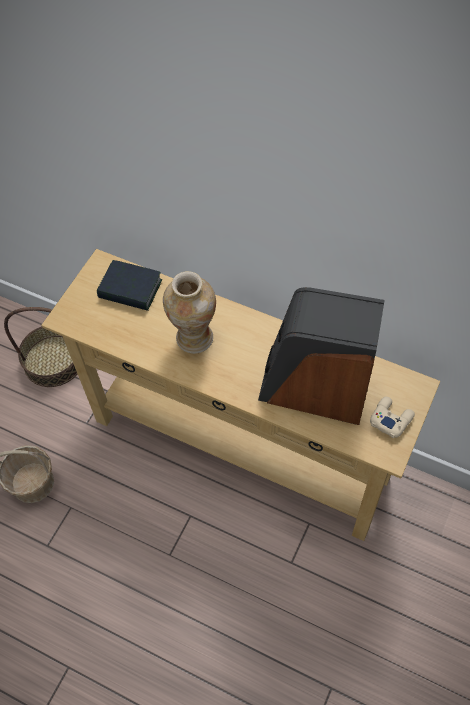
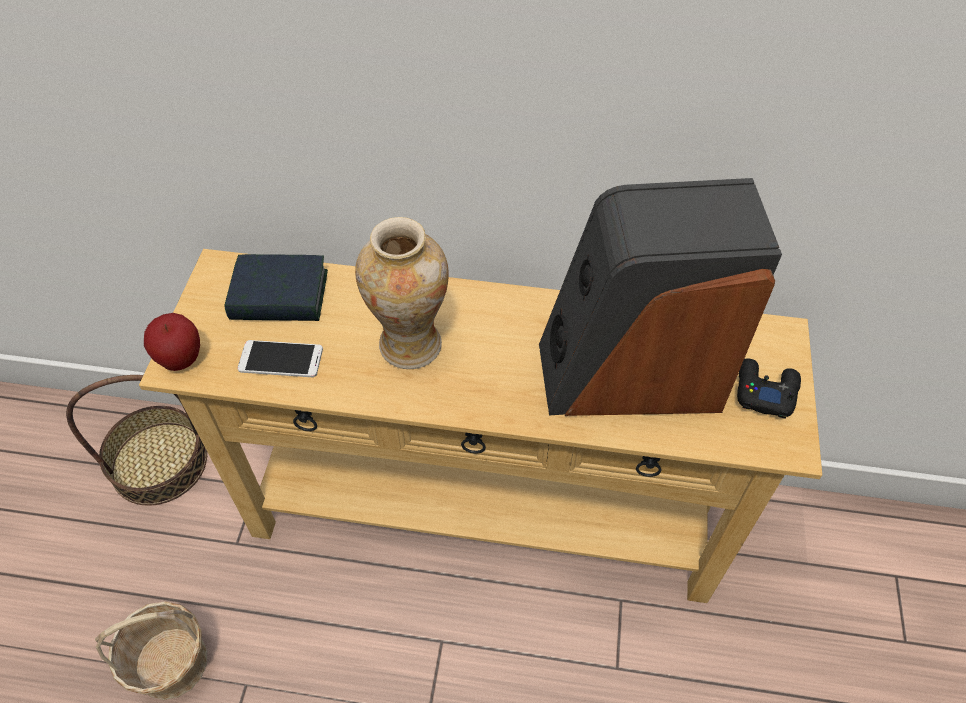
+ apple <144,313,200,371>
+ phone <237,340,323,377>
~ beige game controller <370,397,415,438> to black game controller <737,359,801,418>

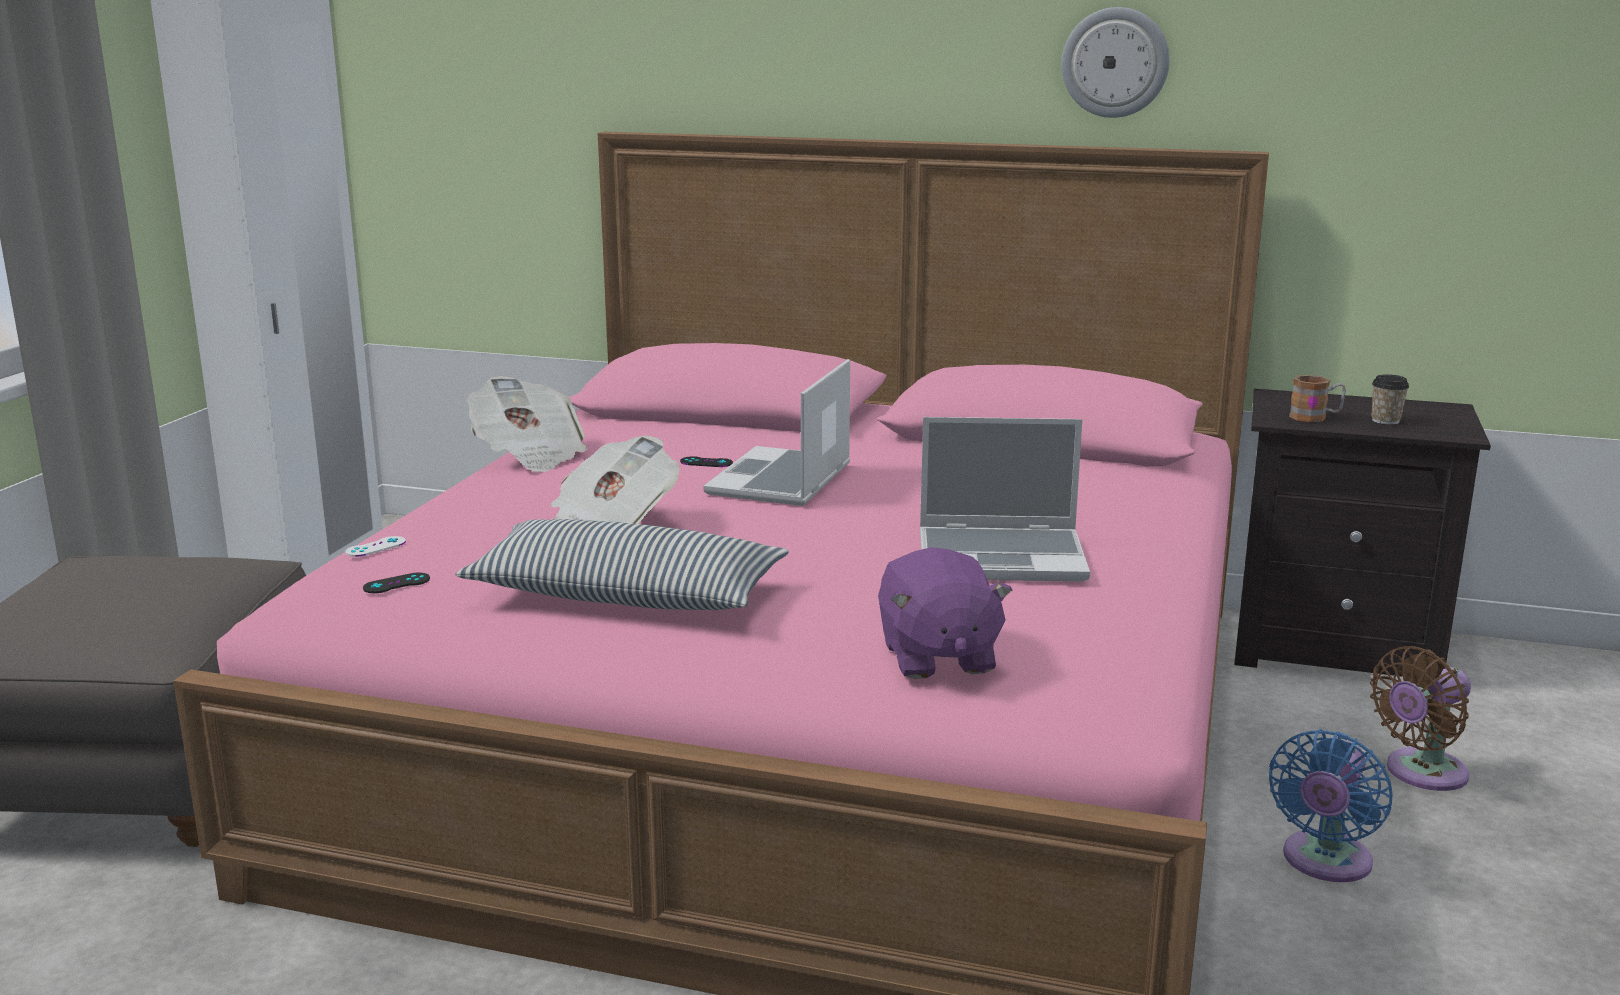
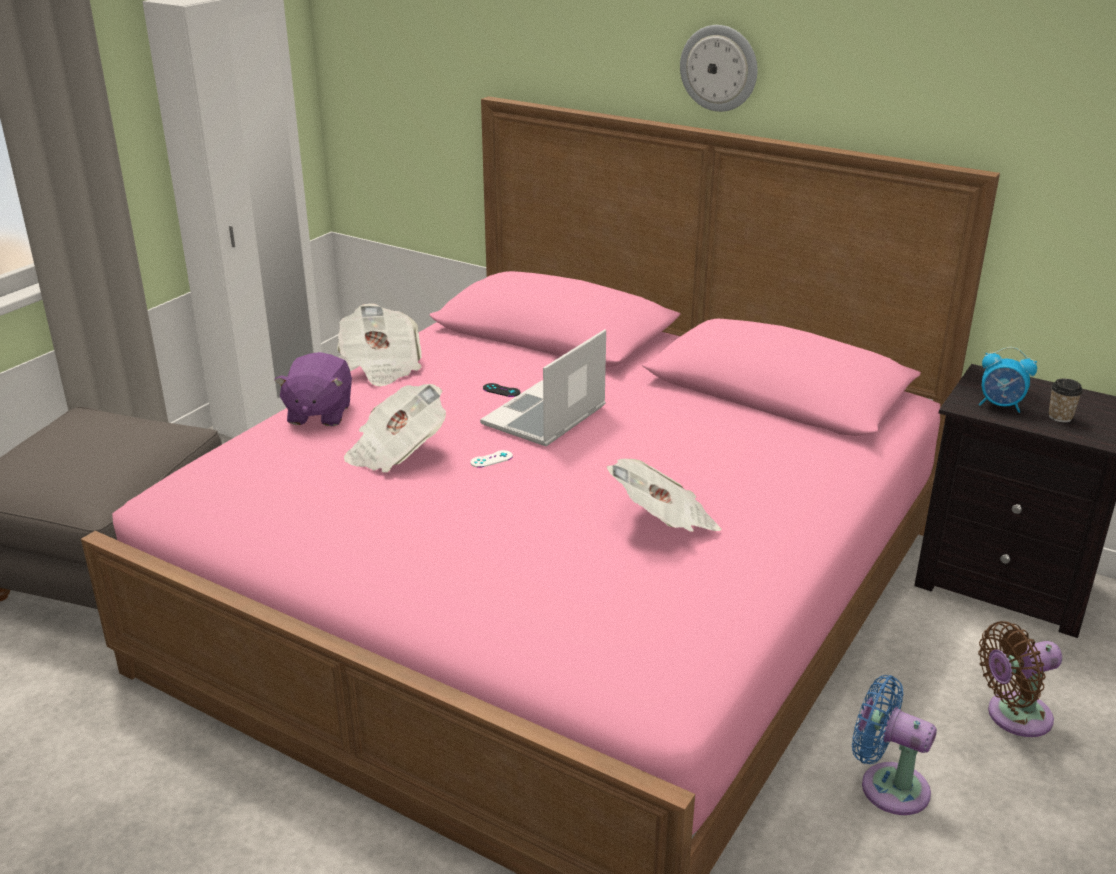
~ purple plush toy <878,547,1012,679> to <275,352,352,426>
~ white game controller <345,536,406,557> to <470,450,513,468>
~ laptop <920,417,1090,582> to newspaper <607,459,722,532>
~ wall clock <1061,7,1170,118> to <680,25,758,112>
~ blue fan <1269,729,1393,882> = <852,675,937,815> 75 degrees clockwise
~ mug <1289,375,1346,422> to alarm clock <979,347,1037,413>
- black game controller <363,573,430,593>
- pillow <456,519,789,610>

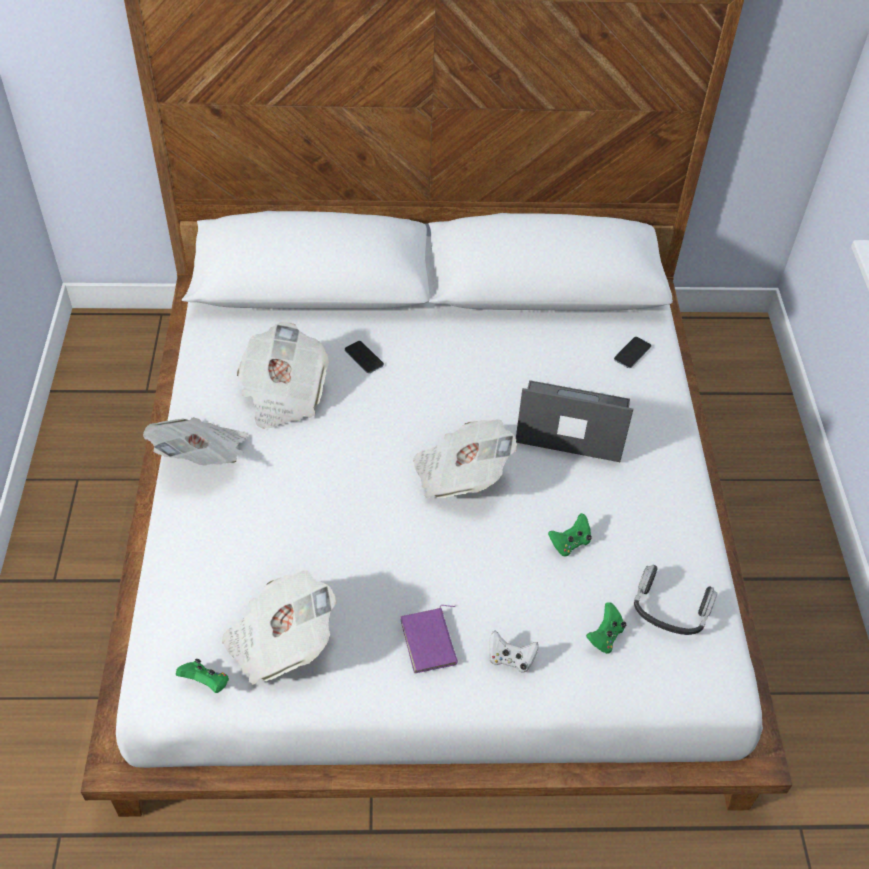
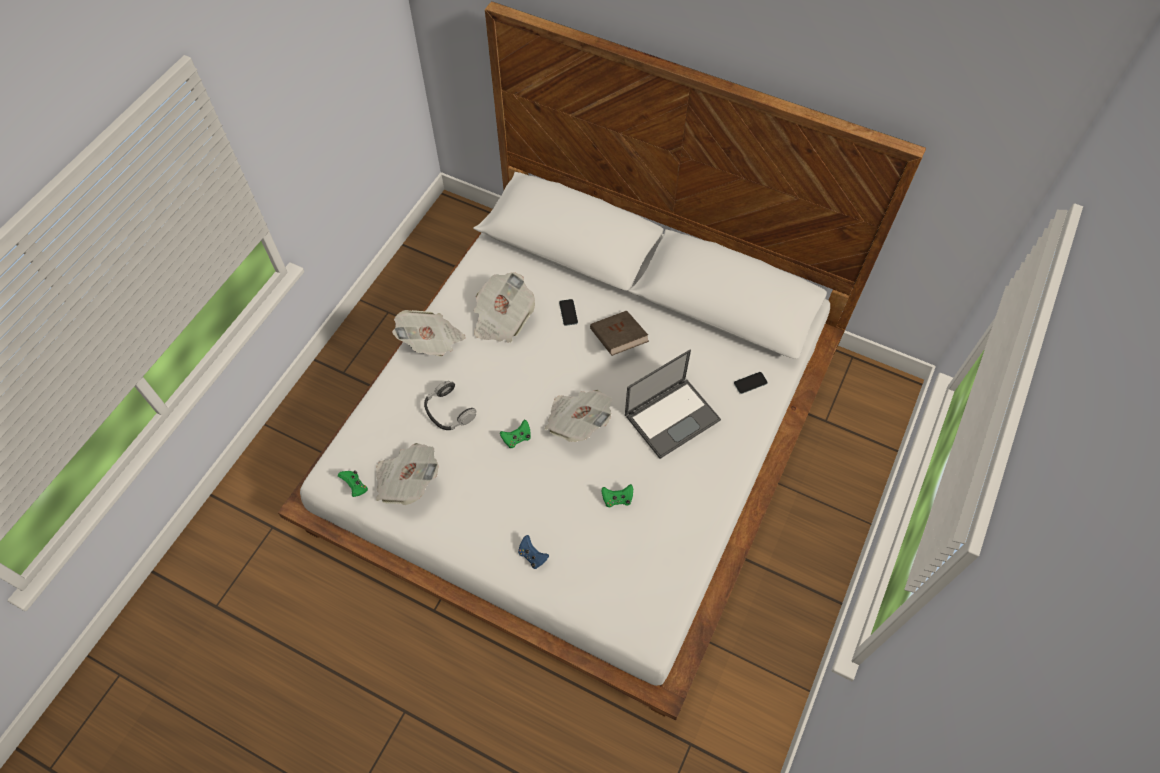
~ headphones <634,564,718,635> to <424,381,476,430>
~ green game controller <586,602,626,654> to <500,419,531,448>
~ white game controller <489,630,539,673> to blue game controller <518,535,549,569>
+ brown book <590,311,649,356>
~ laptop <516,380,633,462> = <625,350,721,459> 105 degrees clockwise
- purple book <400,605,458,673>

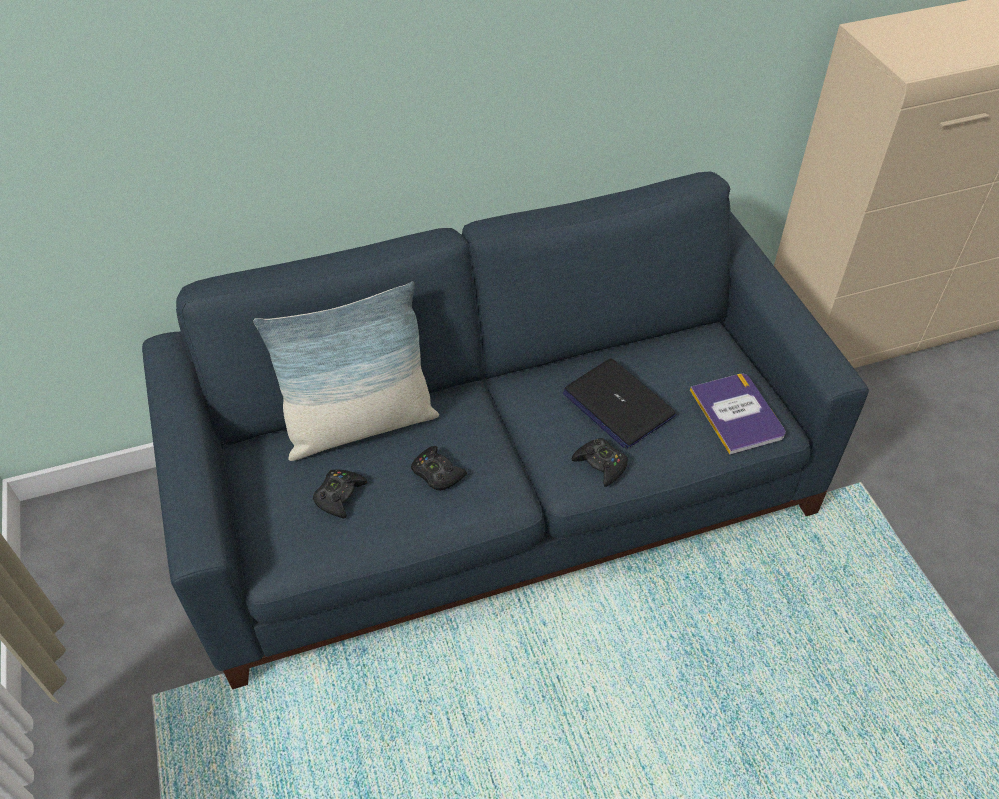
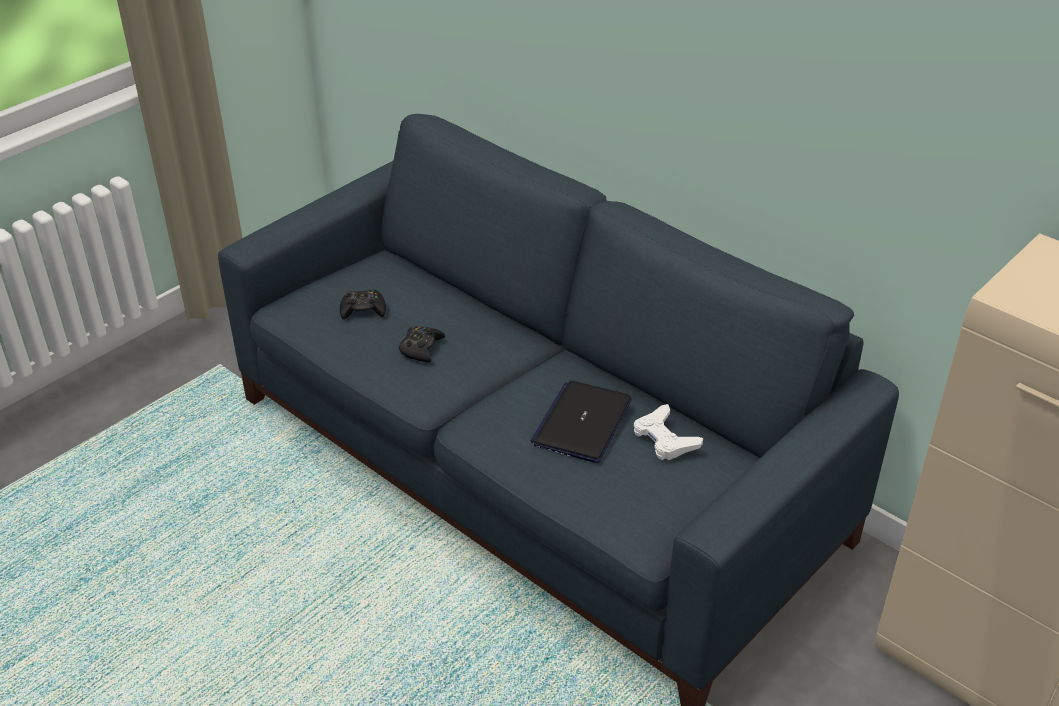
+ white game controller <634,404,703,460>
- pillow <254,282,439,461>
- black game controller <572,438,628,487>
- book <690,374,786,455>

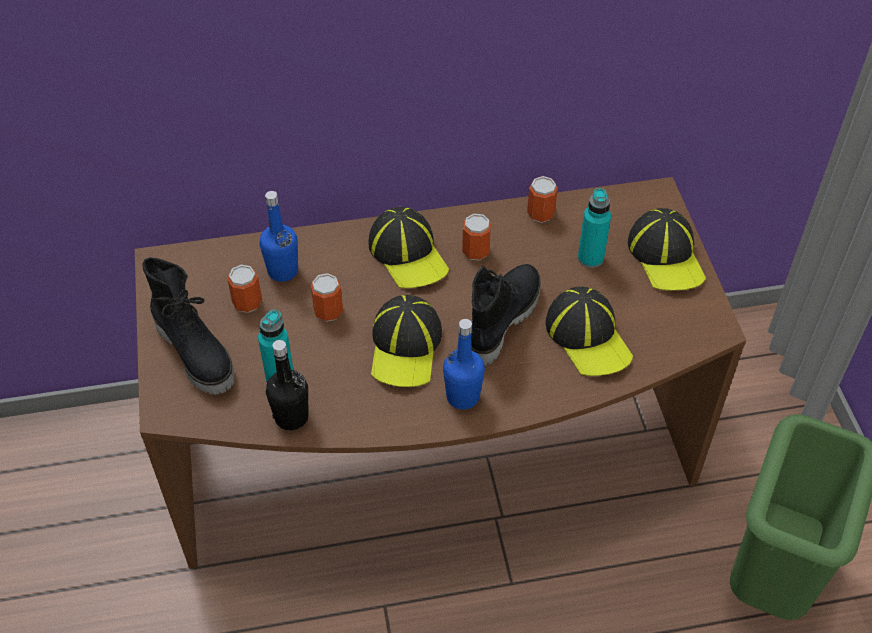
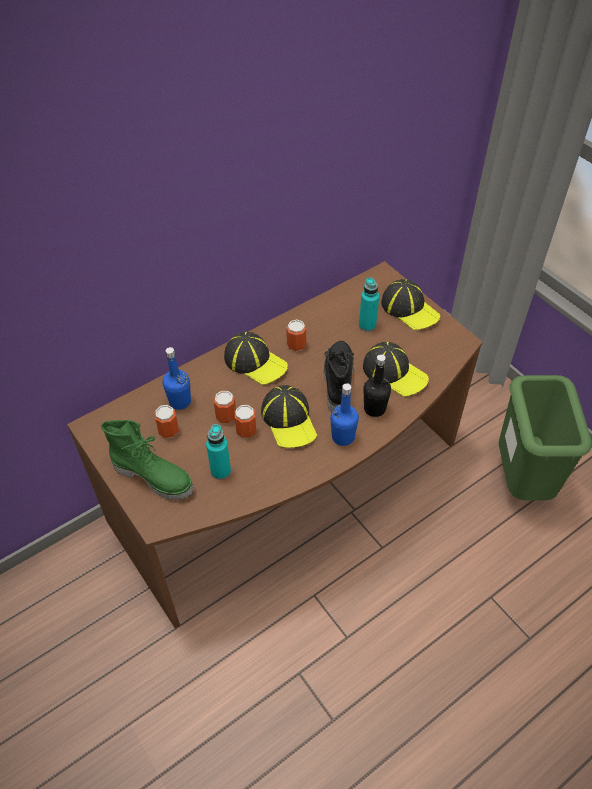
~ black boot <142,257,234,395> to green boot <101,420,194,500>
~ can <527,176,558,223> to <235,405,256,438>
~ black bottle <266,340,308,430> to <364,354,391,417>

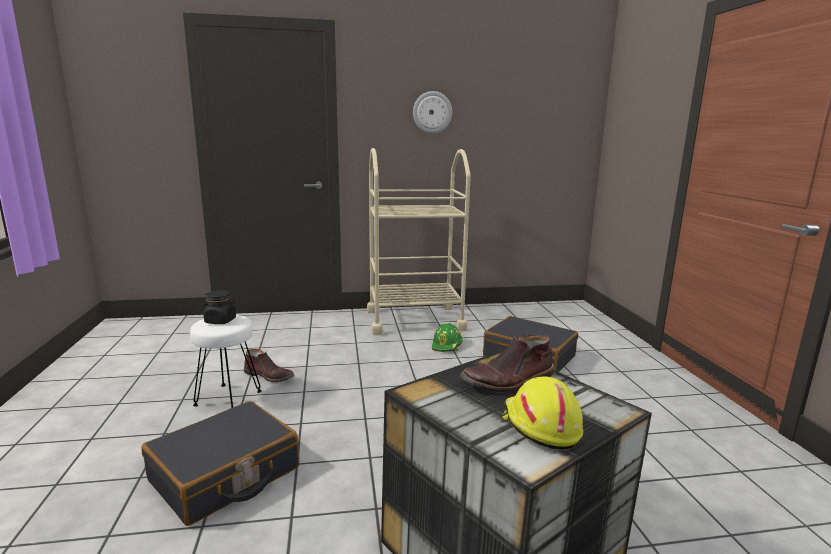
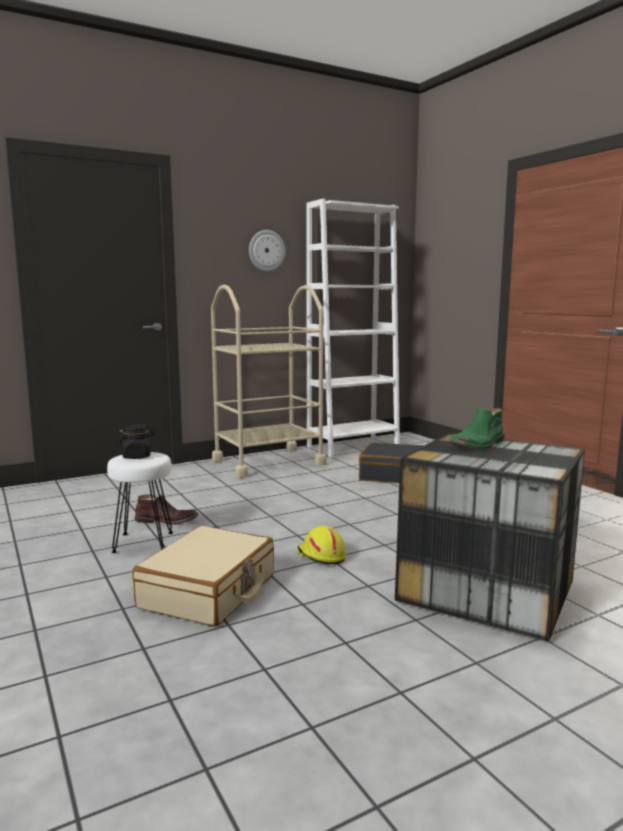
~ black suitcase <141,401,299,526> to beige suitcase <132,526,274,627>
~ yellow hard hat <502,377,583,450> to <297,526,346,565>
+ white bookcase <306,199,400,457>
~ brown boot <460,335,554,392> to green boot <449,408,505,450>
- green hard hat <432,323,463,352>

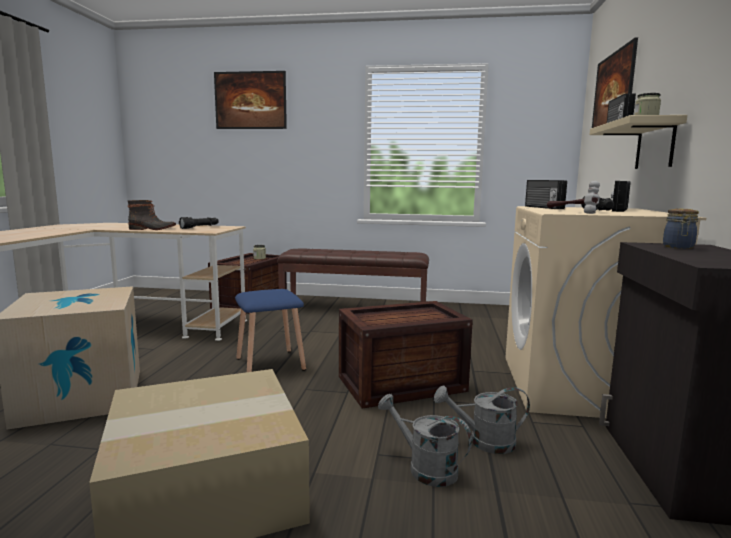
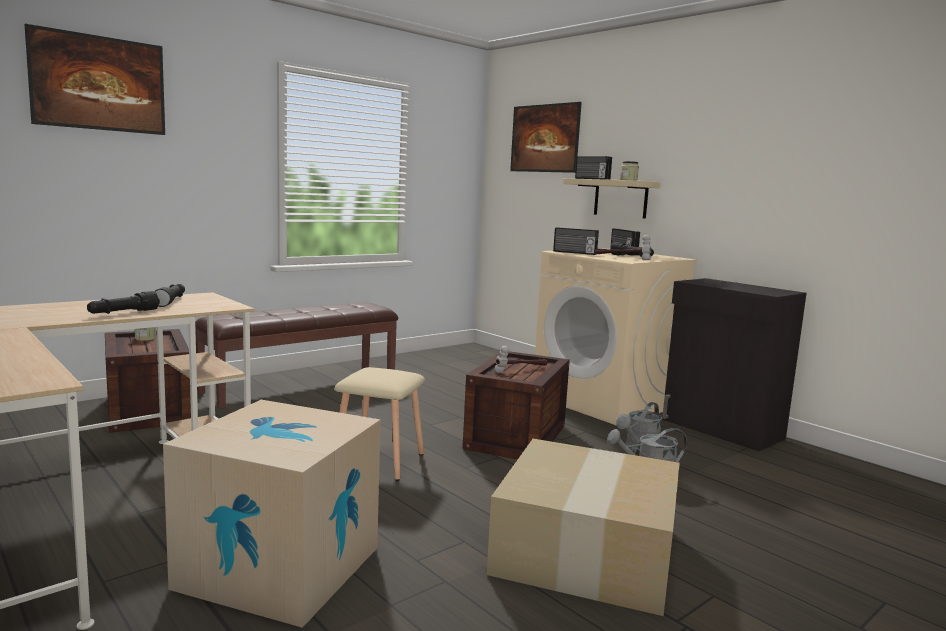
~ boot <128,200,176,230> to black flashlight <87,291,160,314>
~ blue stool <235,289,306,372> to beige stool <335,367,425,481>
+ hammer <494,346,547,373>
- jar <663,209,699,249>

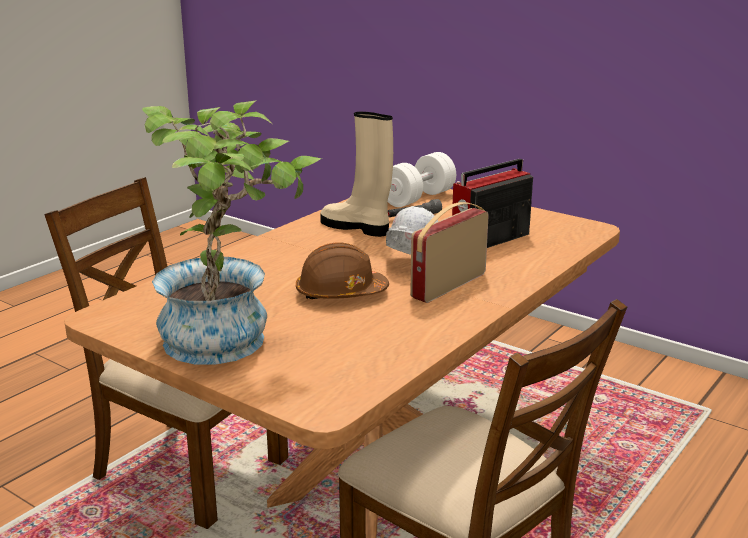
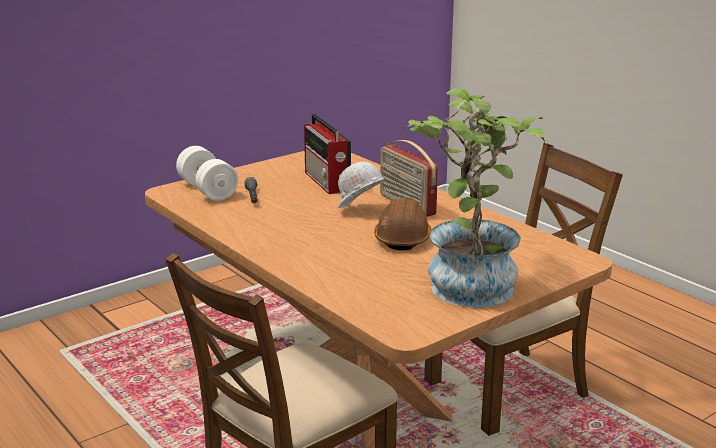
- beige boot <320,112,393,237>

